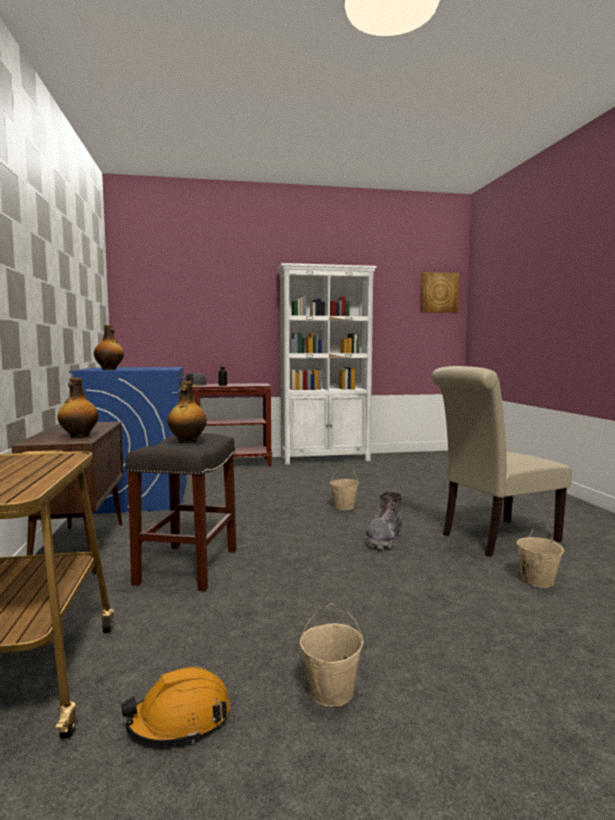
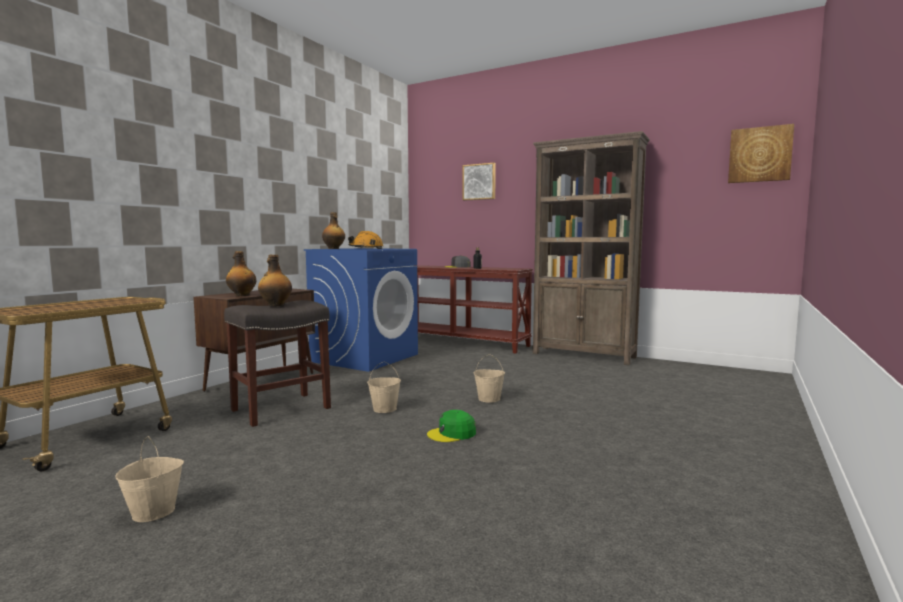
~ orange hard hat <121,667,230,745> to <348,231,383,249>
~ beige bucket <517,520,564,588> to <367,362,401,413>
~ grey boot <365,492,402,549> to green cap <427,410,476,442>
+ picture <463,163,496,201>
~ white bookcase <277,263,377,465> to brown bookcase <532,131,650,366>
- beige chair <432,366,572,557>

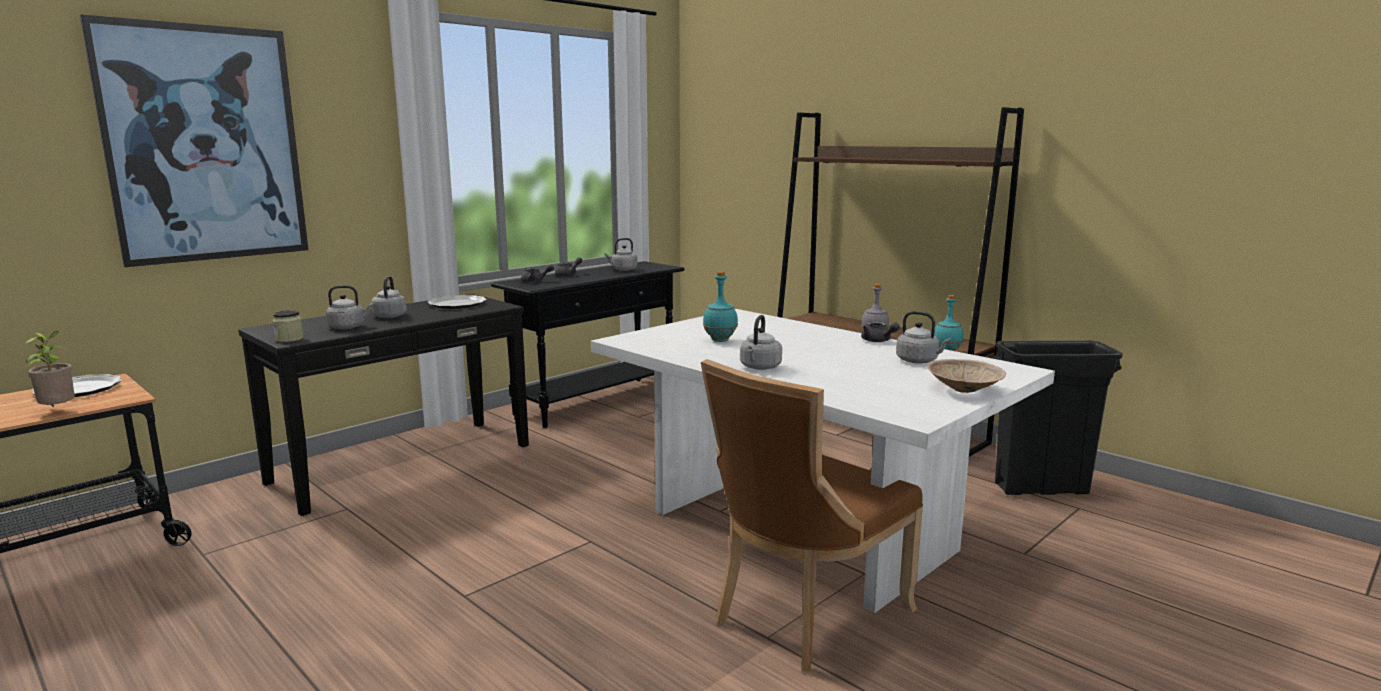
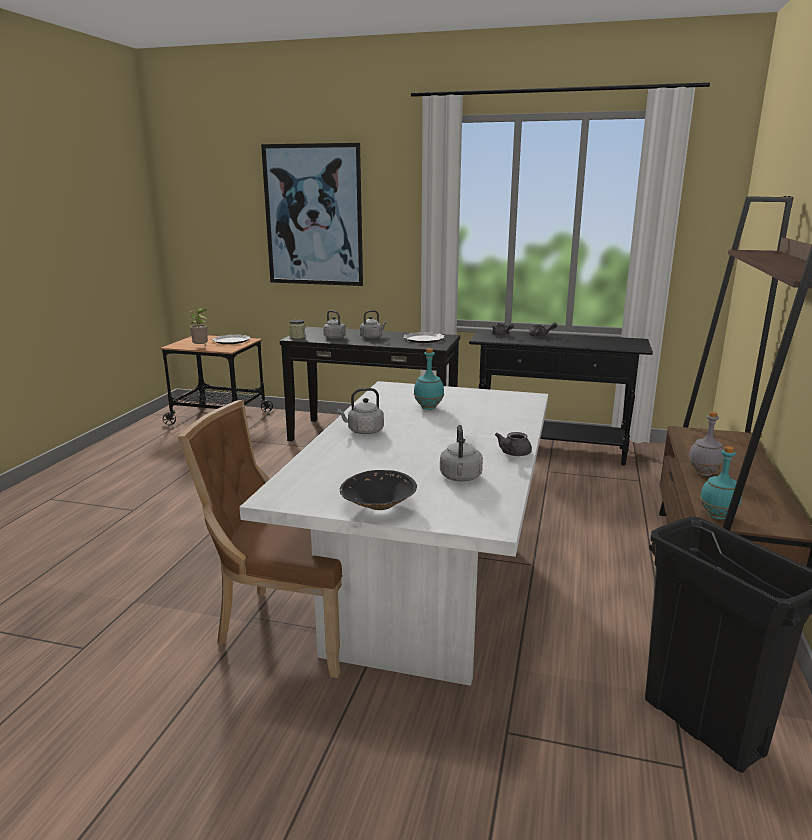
~ beige bowl <927,359,1006,393> to black bowl <340,470,417,510>
- grey kettle <604,238,637,271>

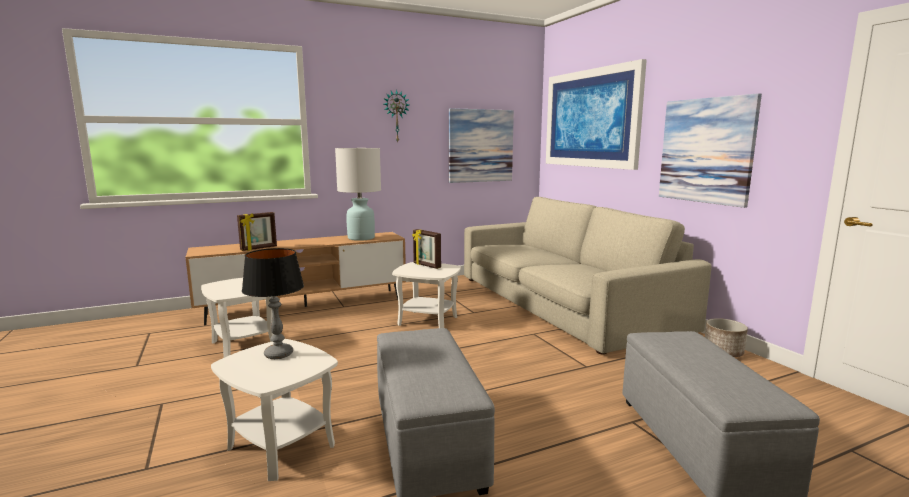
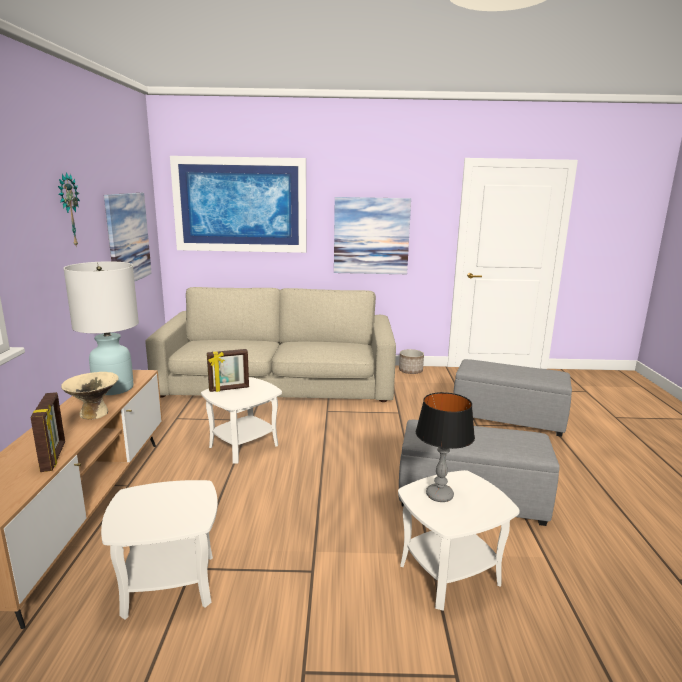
+ beige bowl <61,372,119,420>

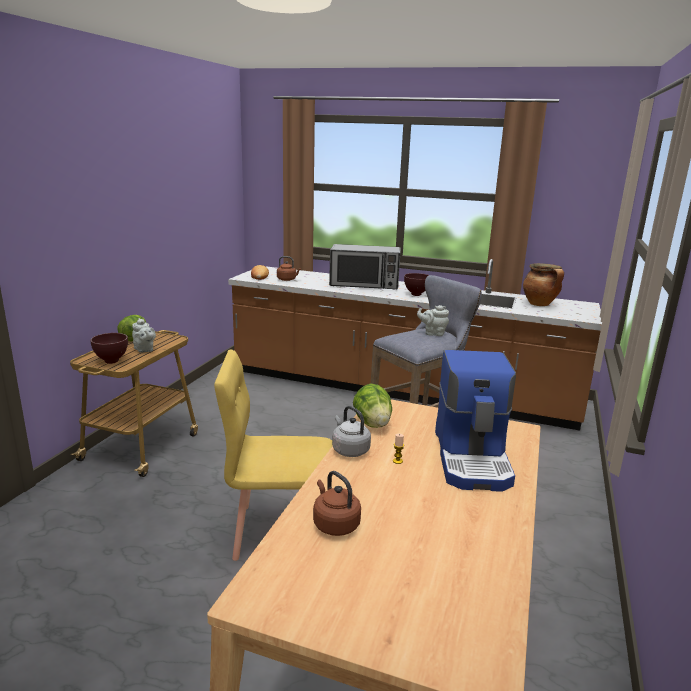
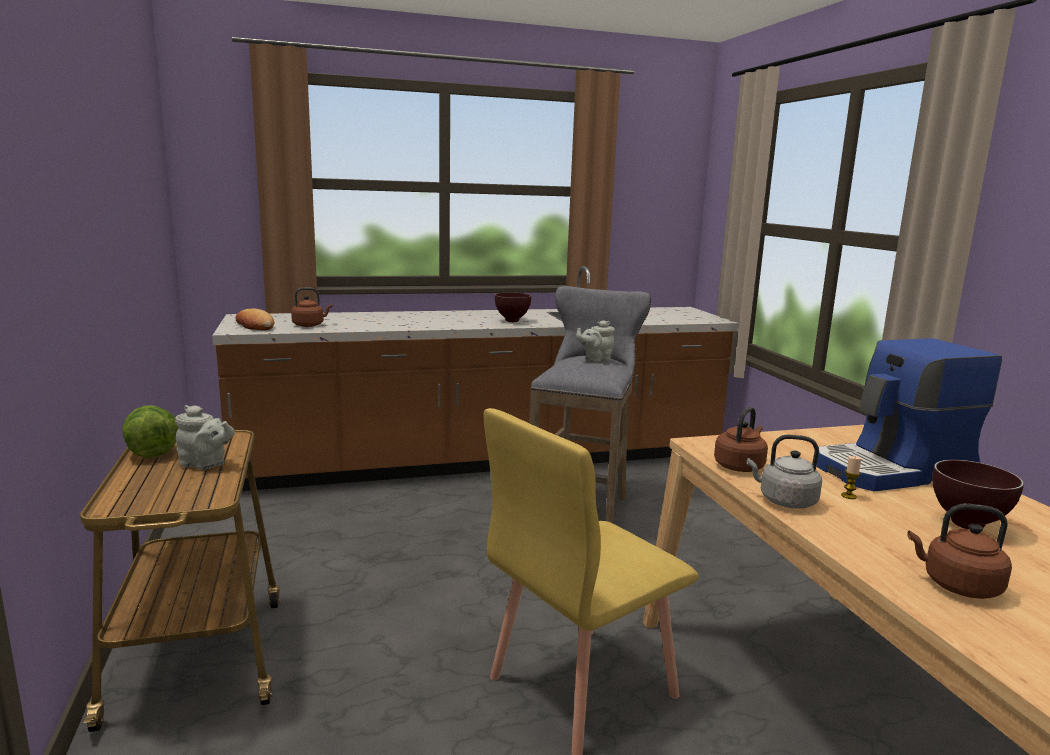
~ lettuce <353,383,392,428> to brown kettle <714,407,768,472>
~ coffee machine <435,350,516,492> = <817,338,1002,492> 105 degrees clockwise
~ brown bowl <90,333,128,364> to <932,460,1024,529>
- microwave <329,244,401,289>
- cooking pot <523,263,564,306>

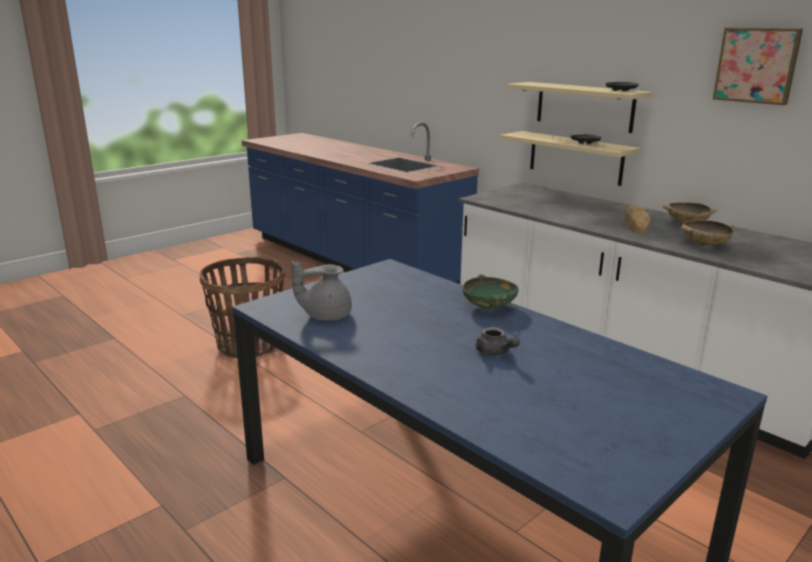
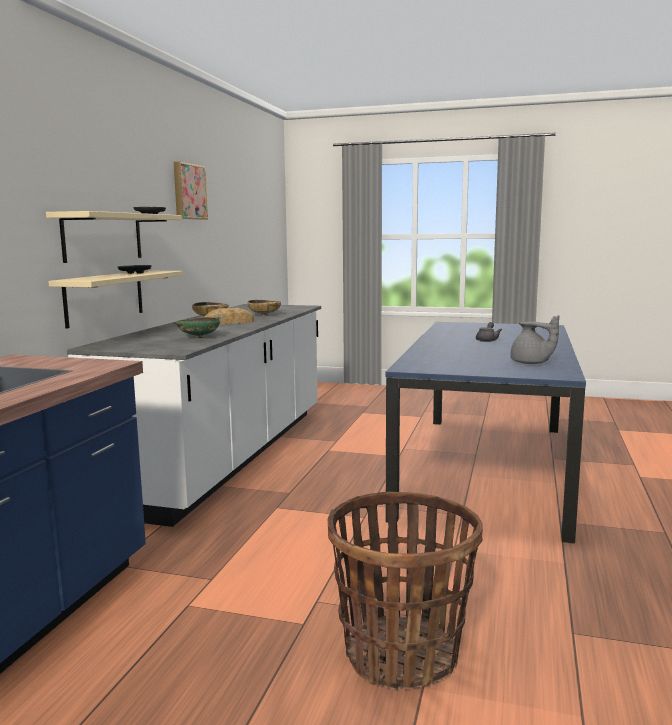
~ green bowl <463,275,519,310> to <174,317,221,338>

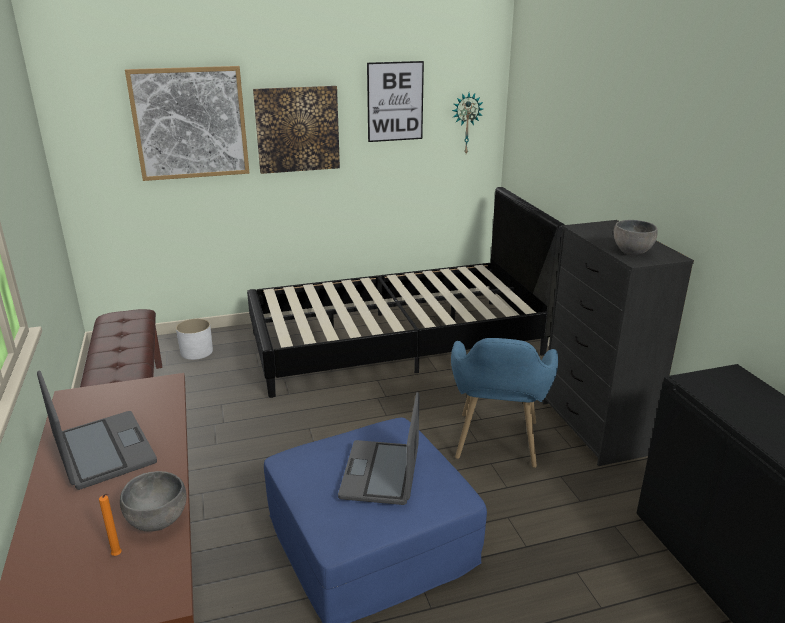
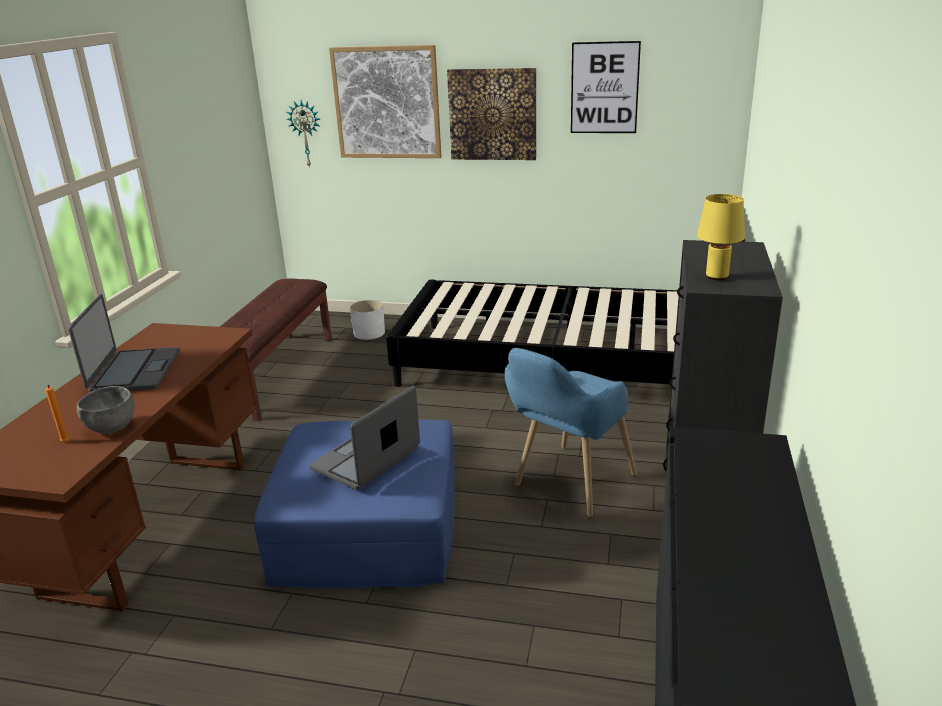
~ wall clock <452,93,483,153> to <287,101,320,168>
~ grey bowl <614,220,658,255> to yellow table lamp <697,194,745,280>

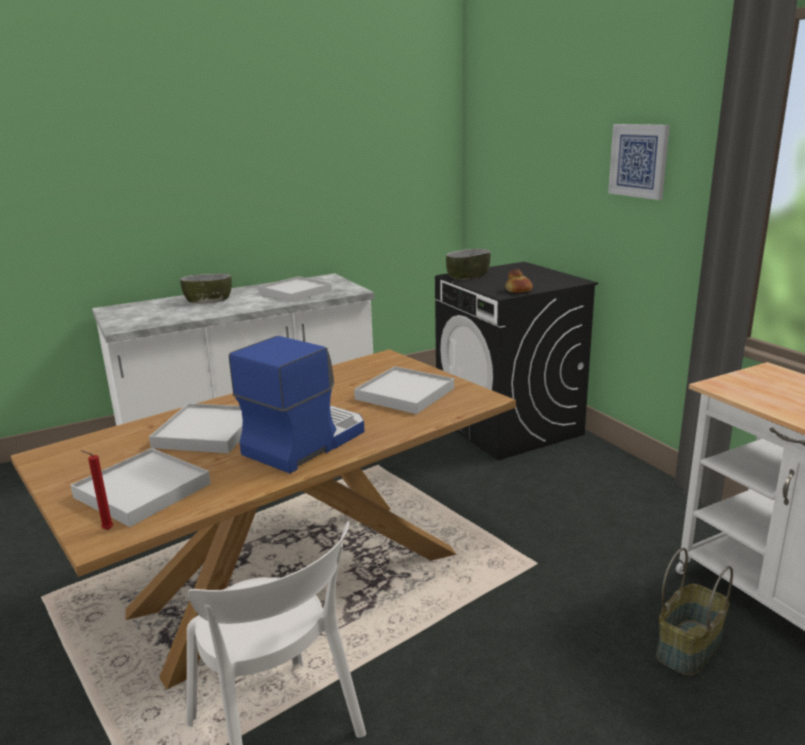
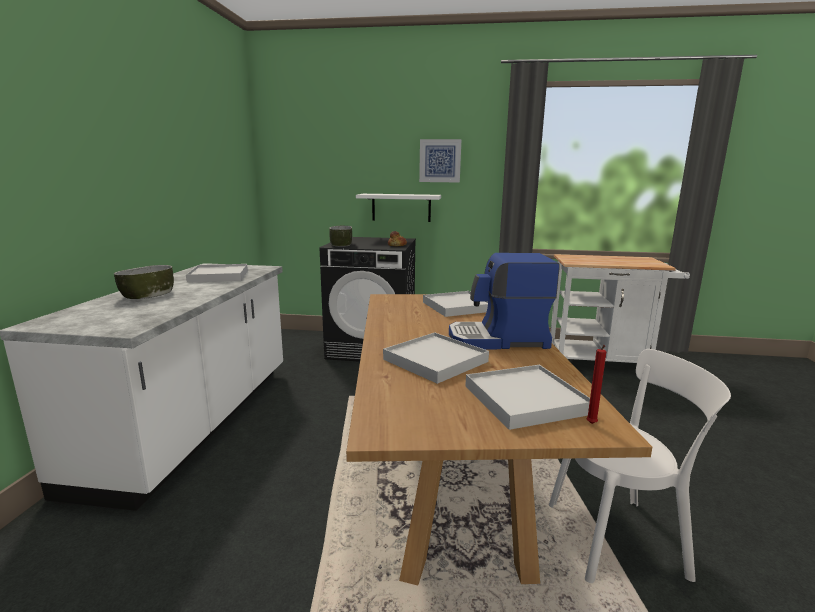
+ white shelf <356,194,441,222>
~ coffee machine <229,336,365,473> = <449,253,560,349> 75 degrees counterclockwise
- basket <656,548,733,676>

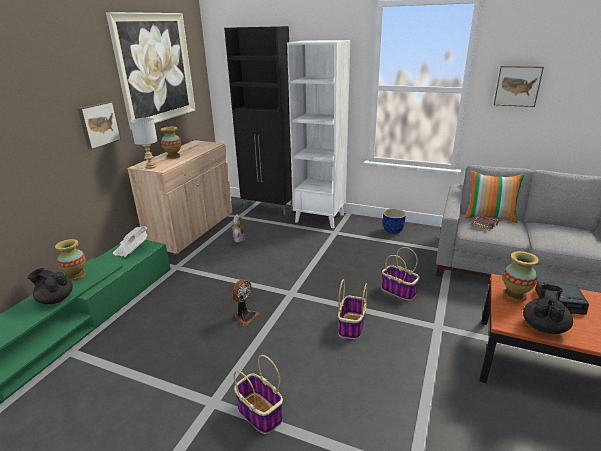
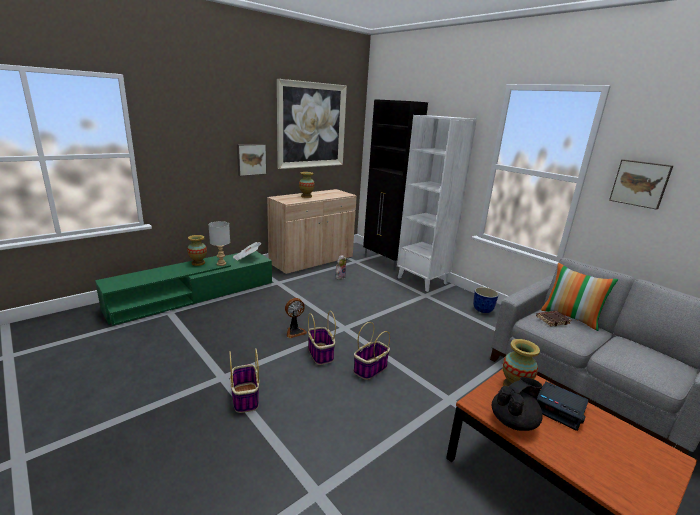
~ grey table lamp <130,118,158,169> to <208,221,230,266>
~ basket <382,247,420,301> to <308,311,336,365>
- black teapot <27,268,73,304>

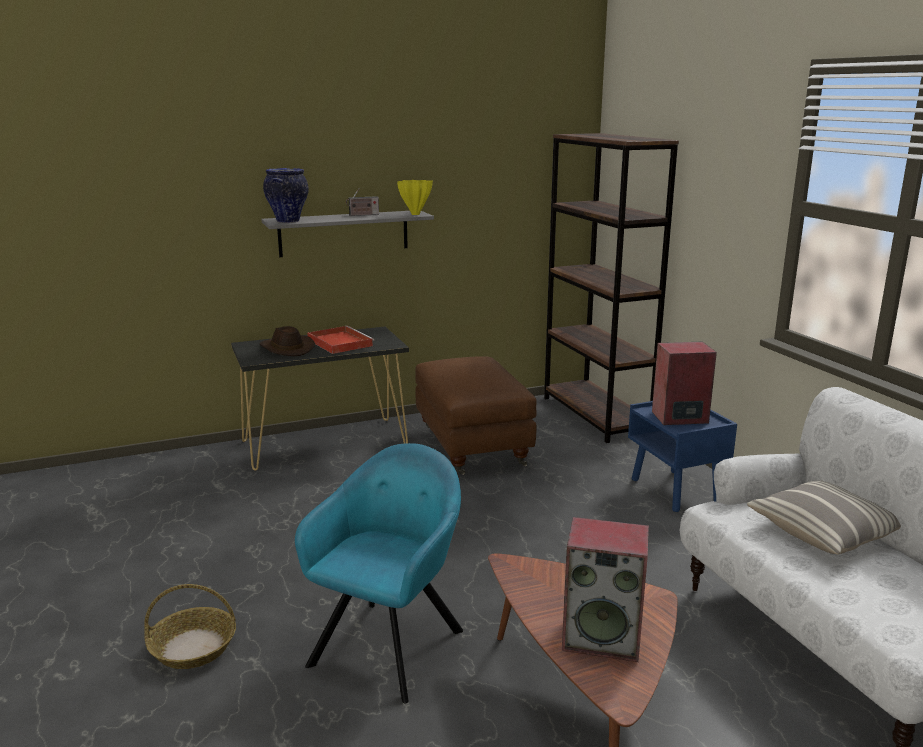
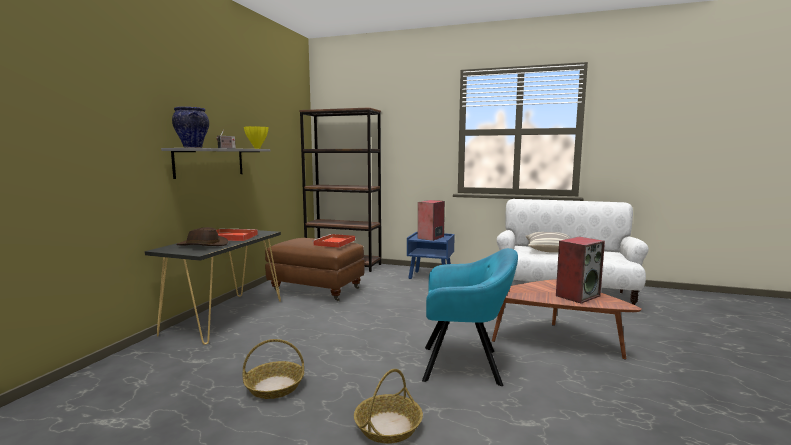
+ basket <243,339,304,399>
+ red tray <312,234,355,248>
~ turquoise armchair <295,443,463,704> = <422,248,518,386> 120 degrees clockwise

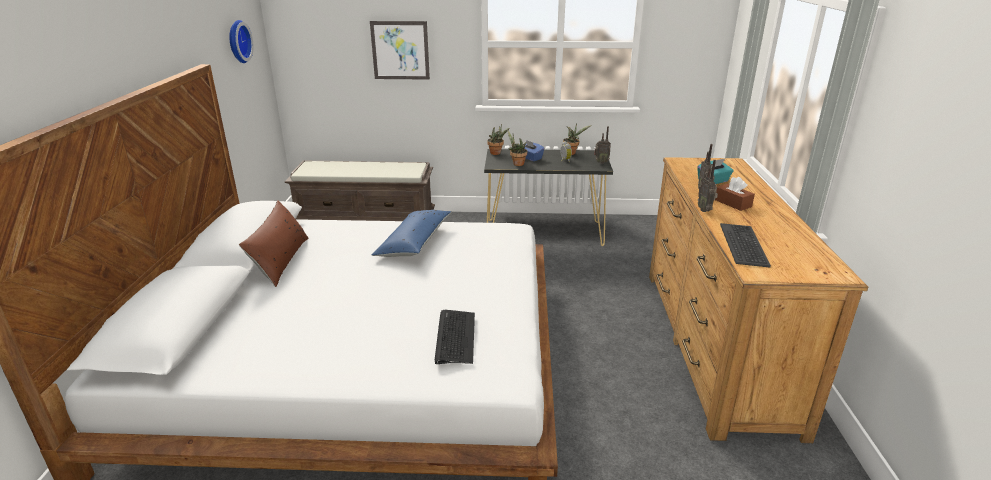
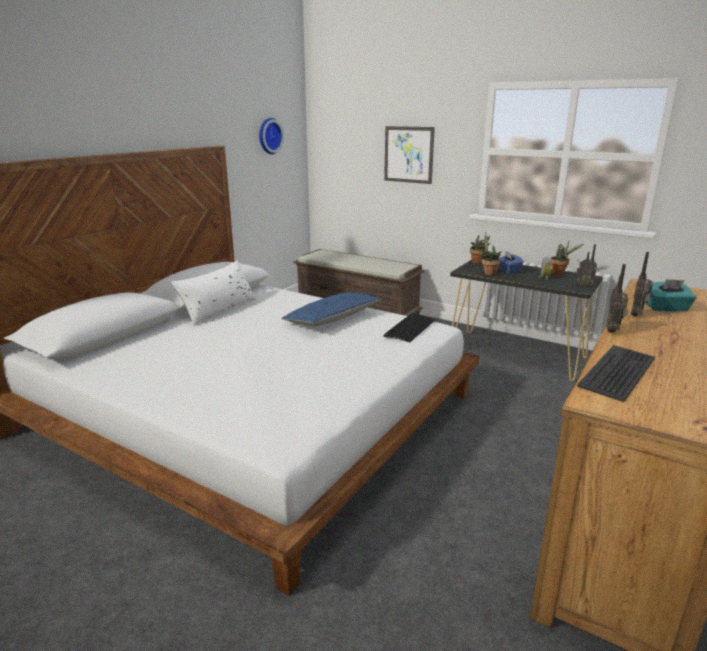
~ brown pillow <239,200,309,287> to white pillow <171,261,256,326>
~ keyboard <435,310,475,364> to <383,313,435,342>
- brown tissue box <715,177,755,211>

